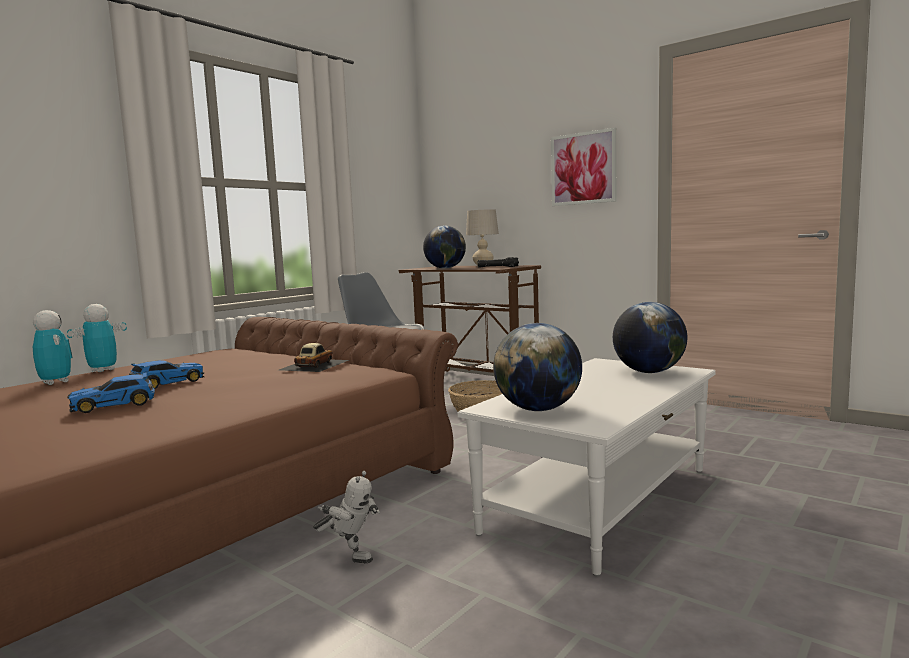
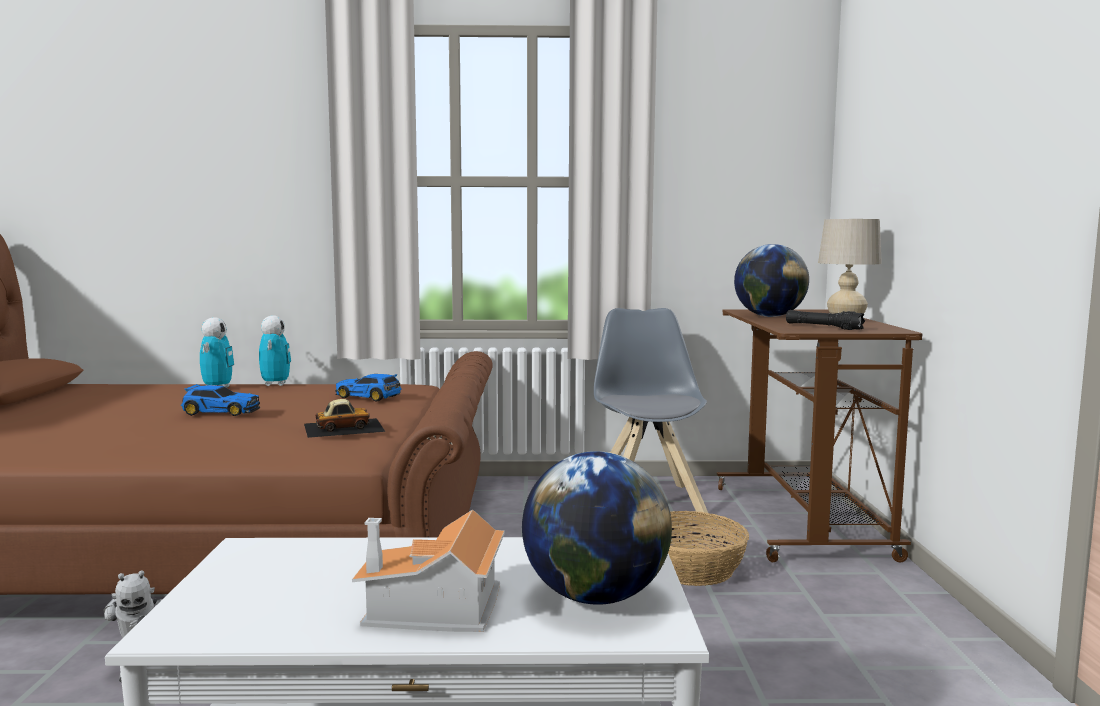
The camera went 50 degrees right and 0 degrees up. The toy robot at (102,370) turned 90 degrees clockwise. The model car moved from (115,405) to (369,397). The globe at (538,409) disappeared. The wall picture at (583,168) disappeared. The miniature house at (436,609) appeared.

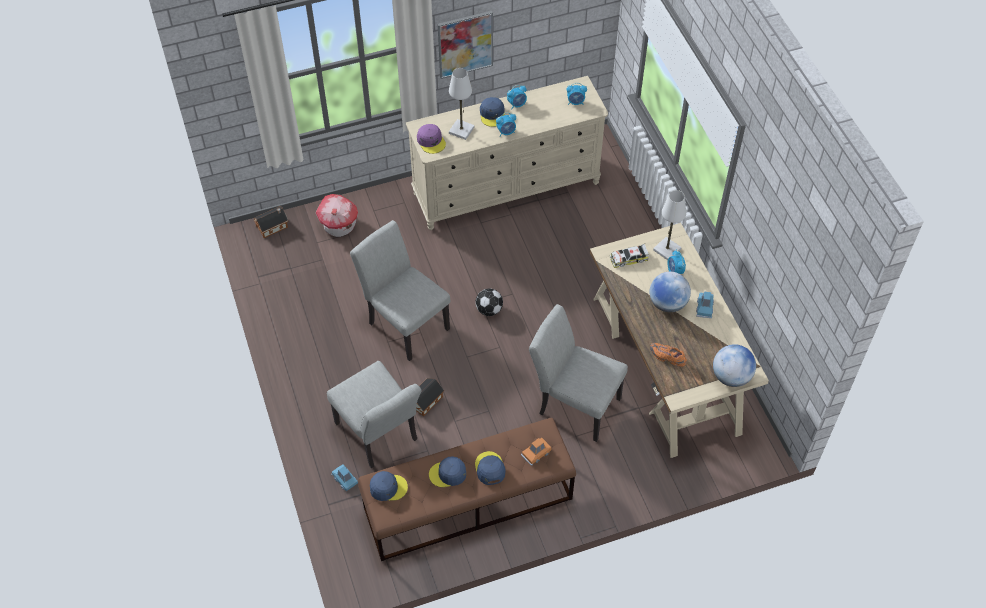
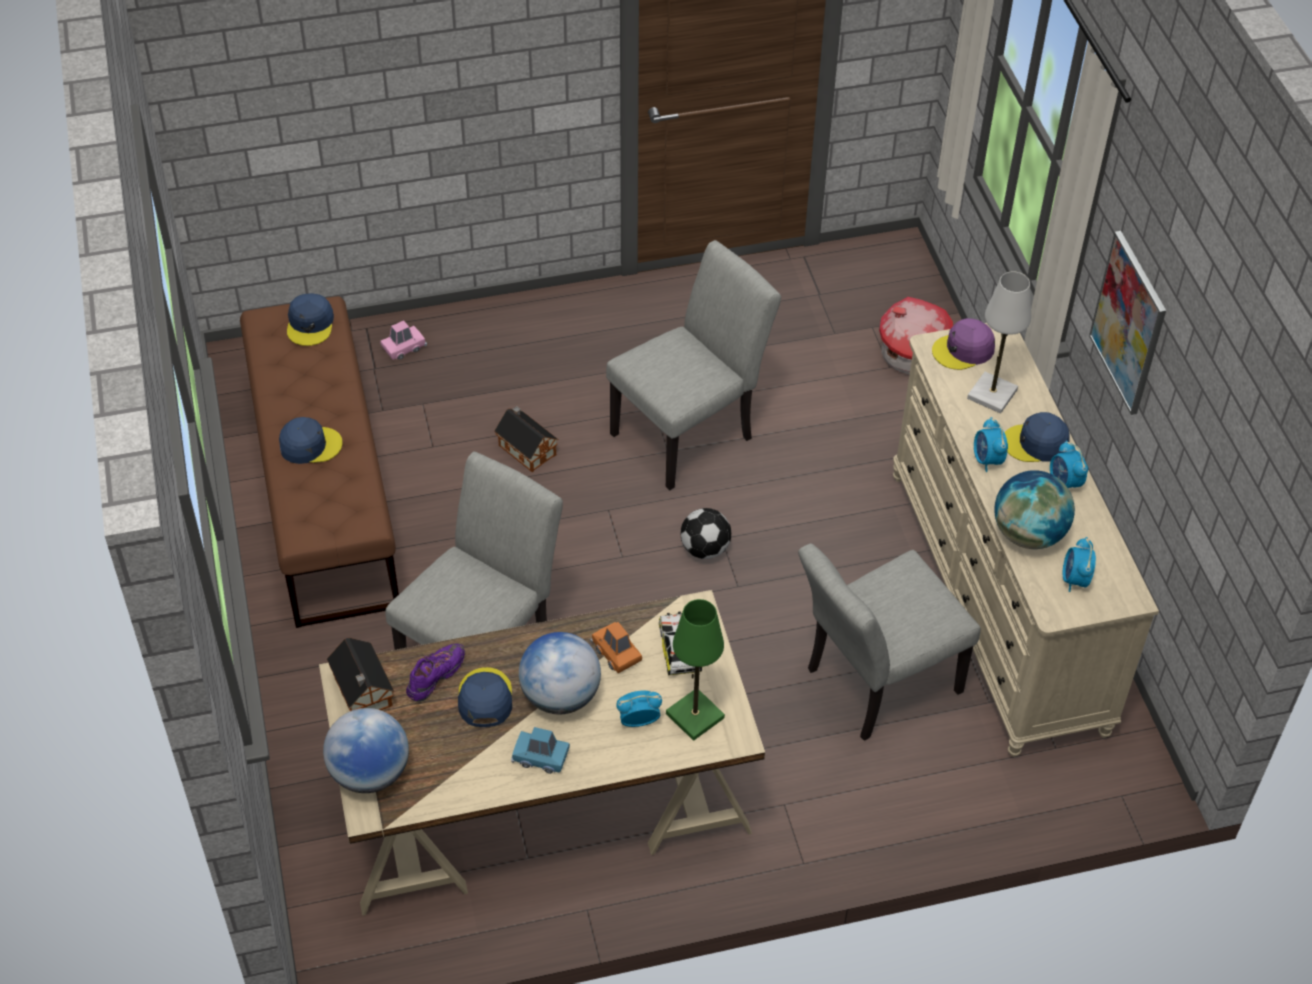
The camera went 95 degrees right and 5 degrees down. The miniature house moved from (273,226) to (363,692). The grey chair moved from (380,436) to (873,684). The blue-coloured model car at (345,479) became the pink-coloured model car at (404,347). The blue-coloured cap moved from (448,474) to (484,699). The orange model car moved from (536,453) to (616,652). The orange low shoe at (667,357) became the purple-coloured low shoe at (435,677). The white-coloured table lamp at (667,250) became the green table lamp at (694,716). The globe at (1028,534) appeared.

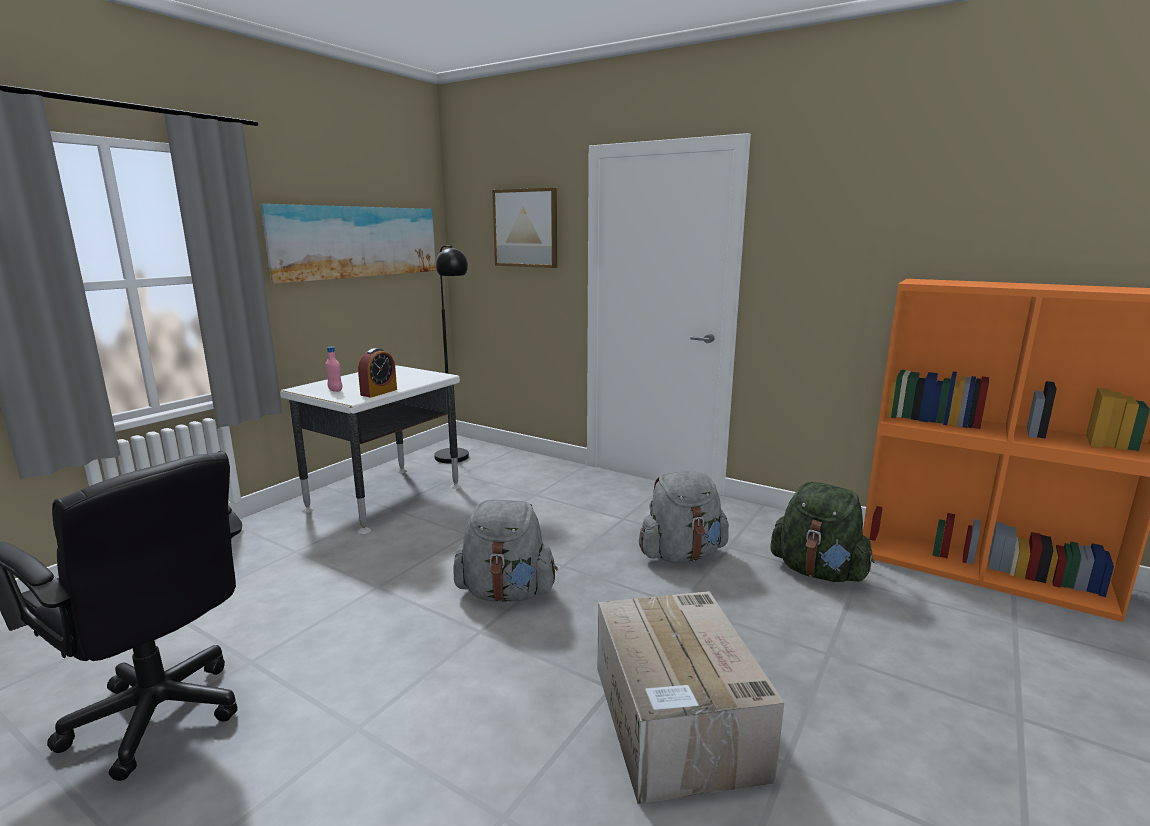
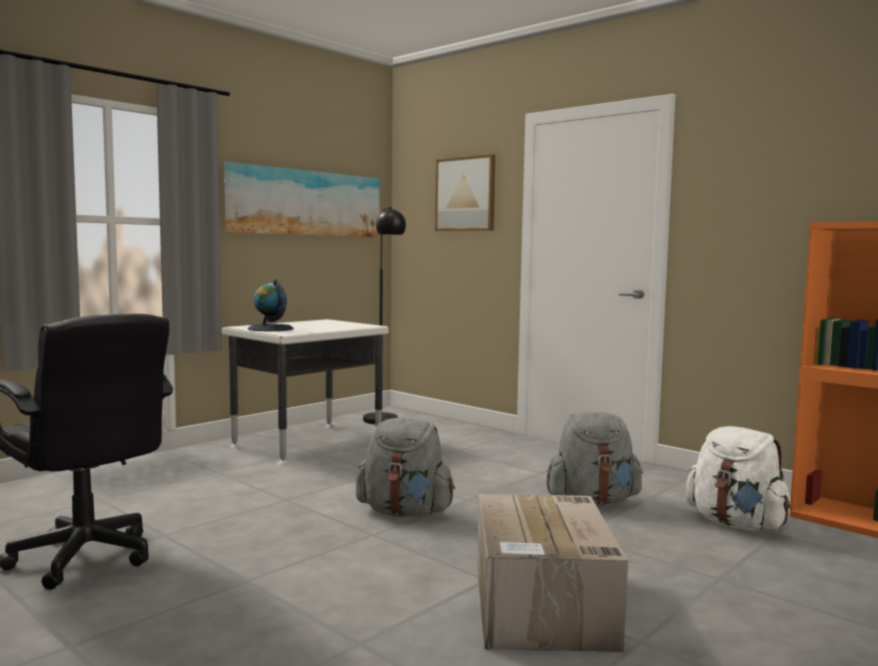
The camera went 10 degrees right and 10 degrees down. The pink-coloured drink bottle at (335,390) was replaced by the globe at (270,328). The table clock at (379,392) disappeared. The green backpack at (818,572) became the white-coloured backpack at (736,524).

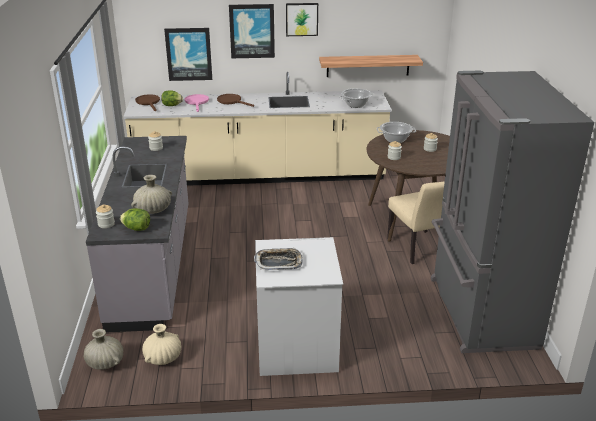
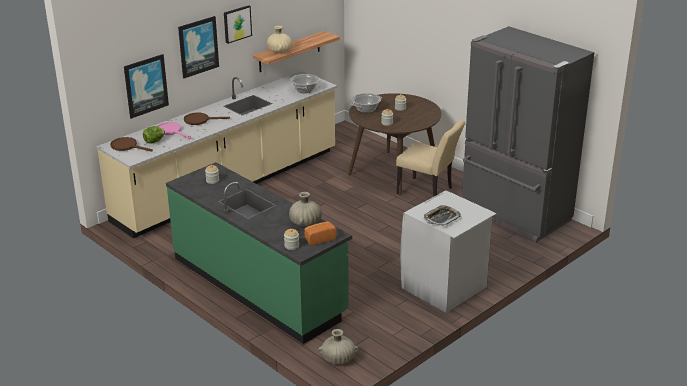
The camera went 40 degrees left and 0 degrees up. The grey counter at (153,264) became the green counter at (259,286). The head of lettuce at (137,229) was replaced by the baked bread at (319,239). The beige decorative vase moved from (163,358) to (279,51).

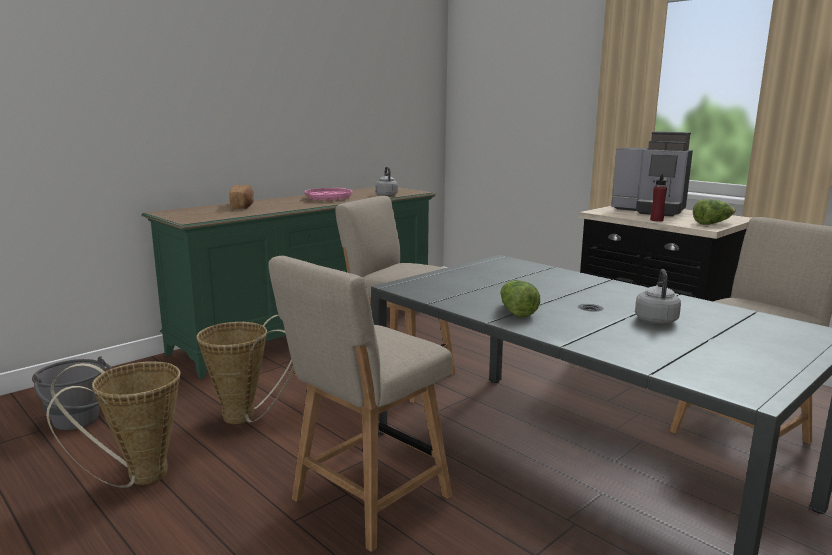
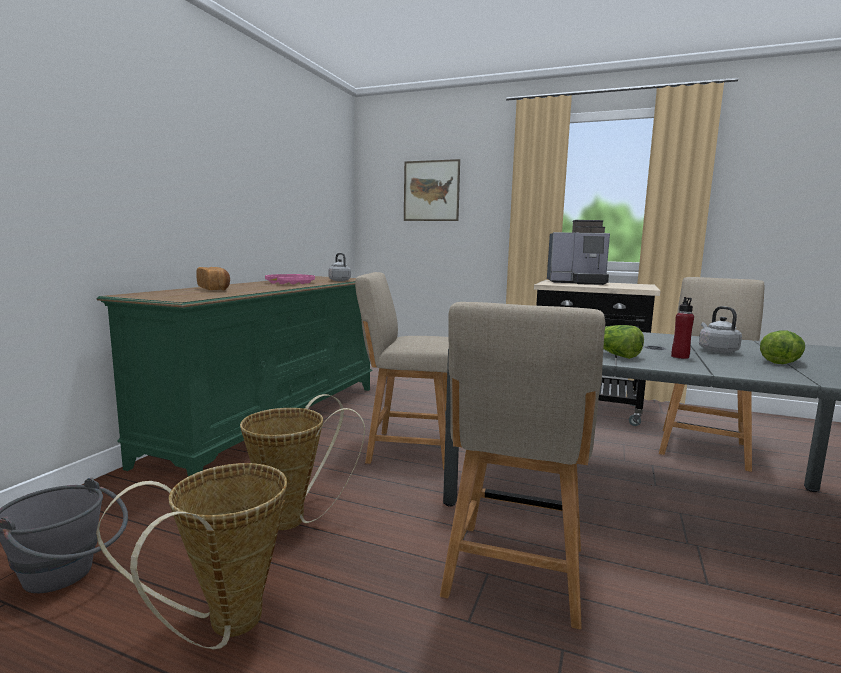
The camera went 25 degrees left and 5 degrees down. The red drink bottle moved from (656,220) to (680,357). The head of lettuce moved from (712,223) to (780,361). The wall picture at (431,191) appeared.

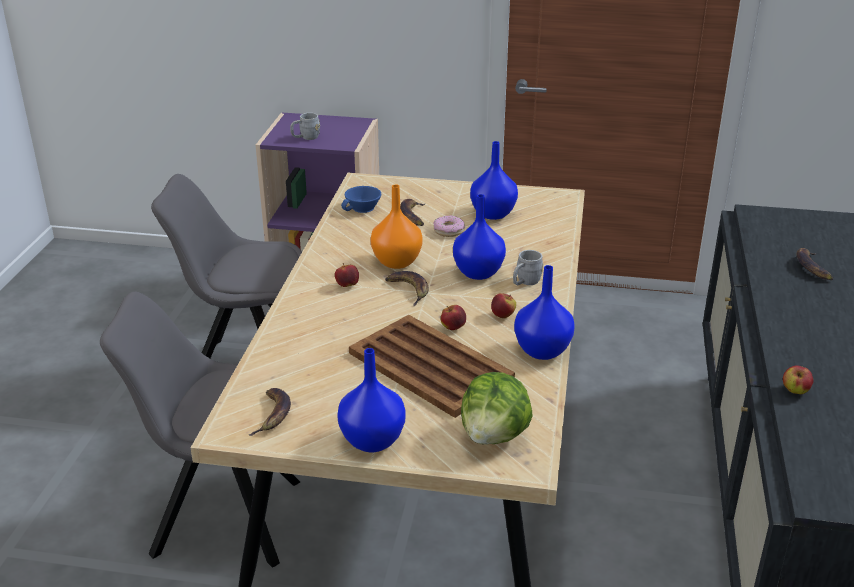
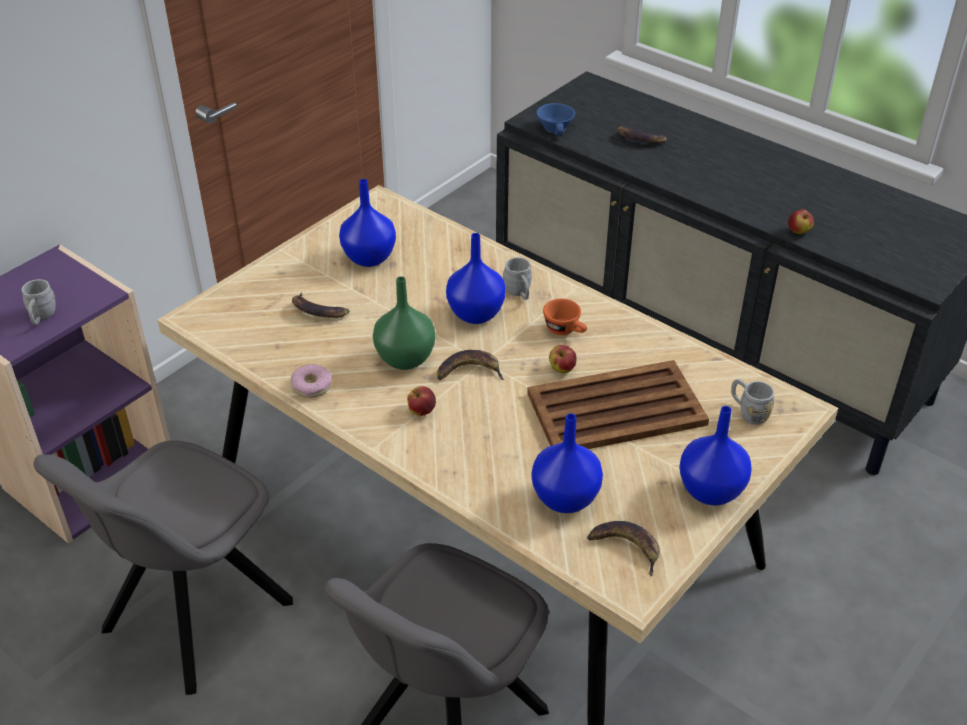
The camera went 60 degrees left and 10 degrees up. The blue-coloured drinking cup moved from (363,209) to (556,128). The orange decorative vase at (396,261) became the green decorative vase at (404,359). The doughnut moved from (449,231) to (311,386). The head of lettuce at (494,435) was replaced by the grey mug at (748,412). The apple fruit at (503,315) was replaced by the orange drinking cup at (565,330). The blue-coloured decorative vase moved from (543,350) to (564,497).

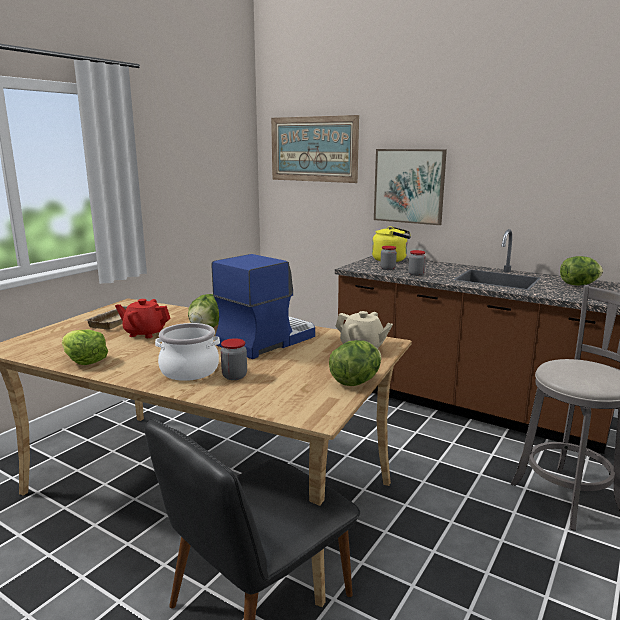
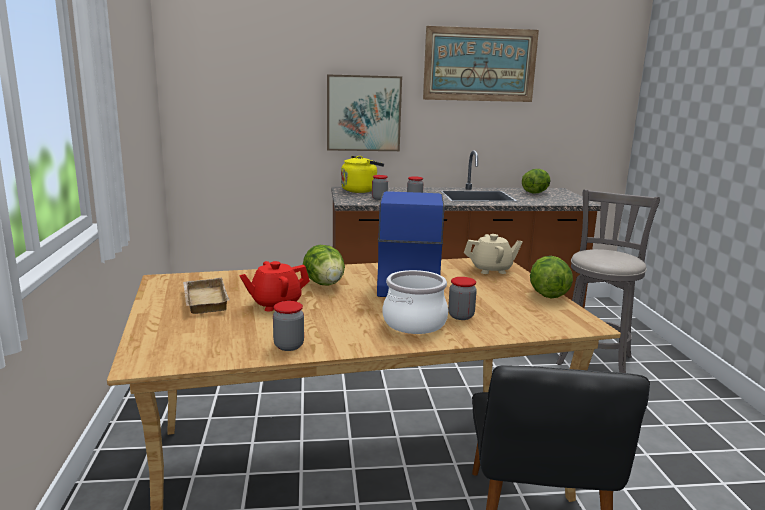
The camera went 40 degrees left and 0 degrees up. The head of lettuce at (84,361) was replaced by the preserve jar at (289,346). The wall picture moved from (313,149) to (480,64).

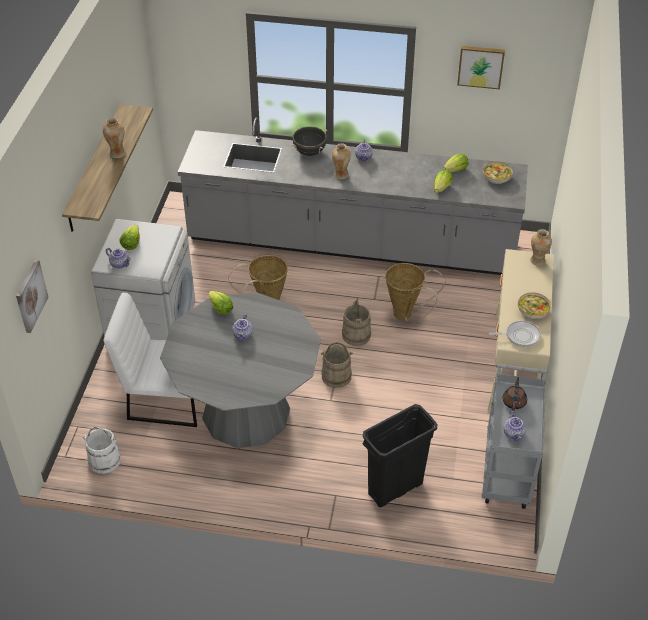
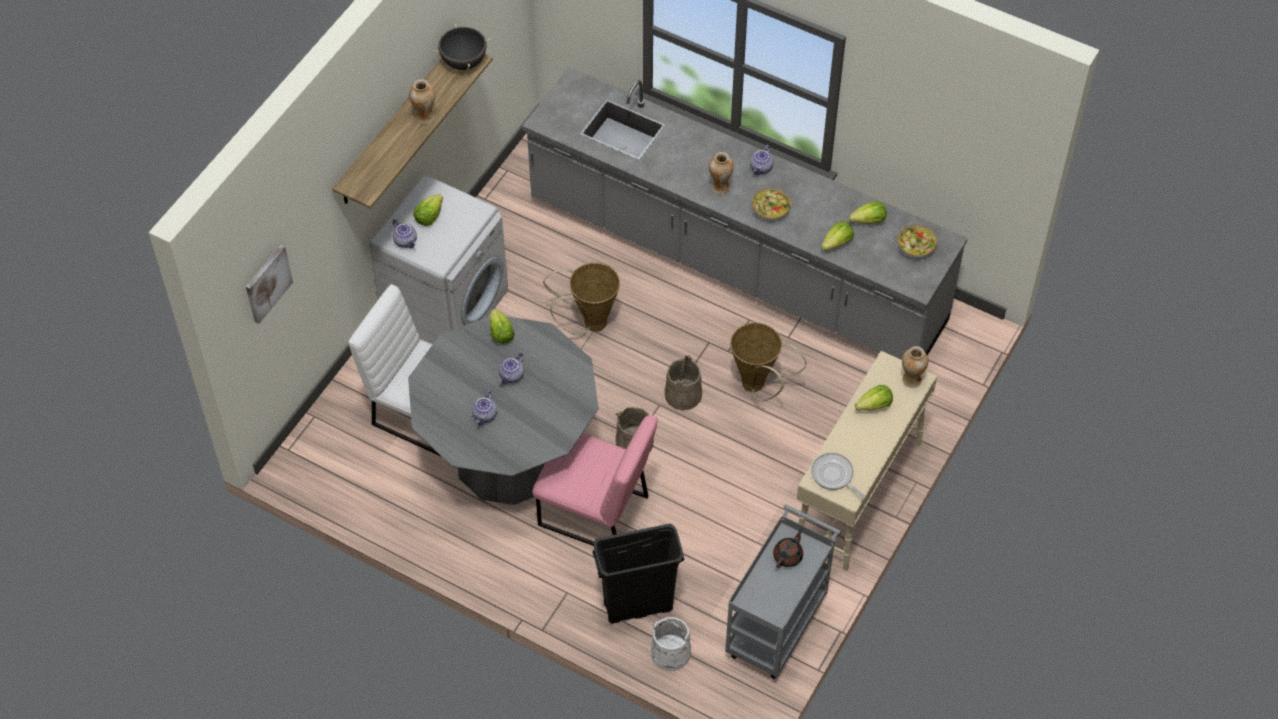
The camera went 20 degrees right and 10 degrees up. The white-coloured pail moved from (104,460) to (670,652). The black stockpot moved from (309,152) to (464,62). The wall picture at (480,66) disappeared. The pan at (520,336) turned 150 degrees counterclockwise. The pot for tea moved from (514,433) to (485,415). The bowl moved from (533,311) to (770,210). The pink-coloured chair at (596,512) appeared. The head of lettuce at (874,406) appeared.

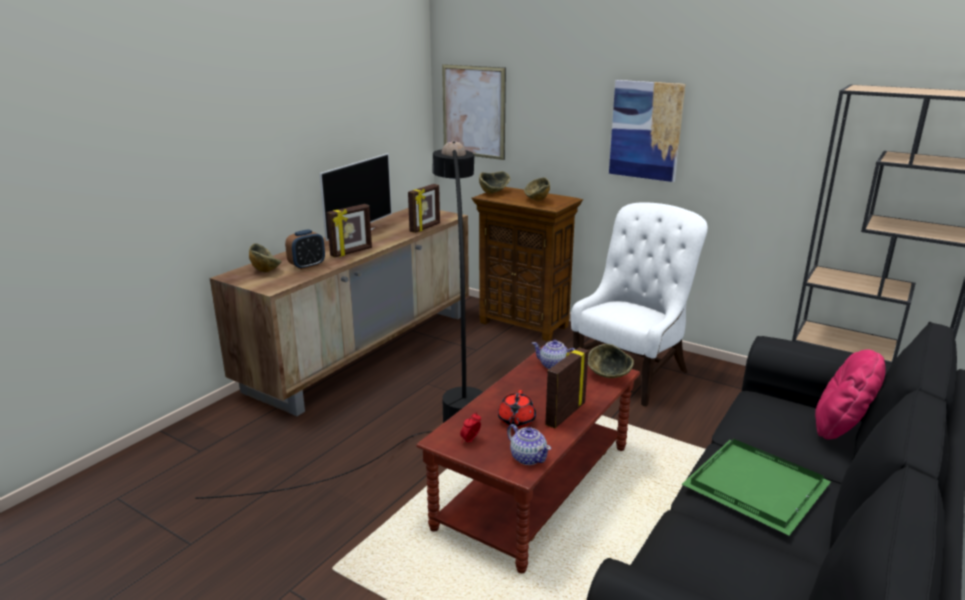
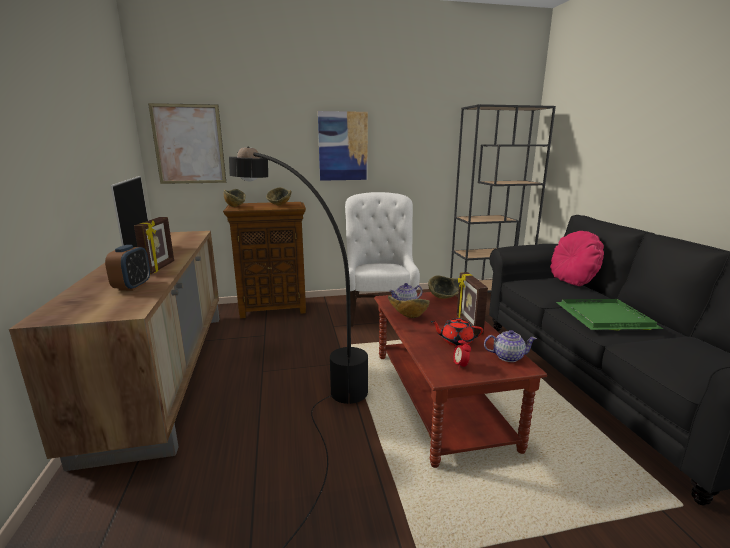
The camera went 45 degrees left and 5 degrees down. The bowl moved from (265,270) to (408,316). The standing frame at (425,228) disappeared. The red pot for tea at (516,421) turned 135 degrees clockwise.

